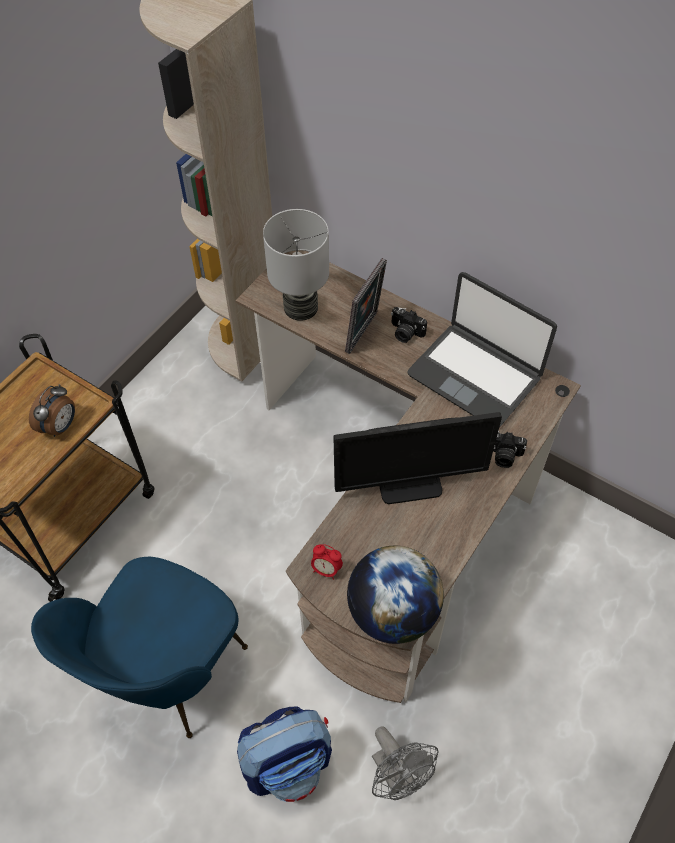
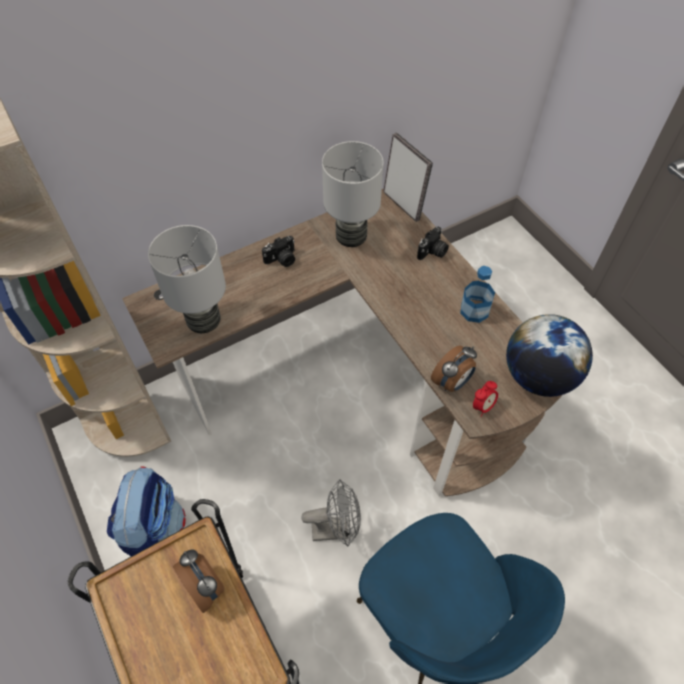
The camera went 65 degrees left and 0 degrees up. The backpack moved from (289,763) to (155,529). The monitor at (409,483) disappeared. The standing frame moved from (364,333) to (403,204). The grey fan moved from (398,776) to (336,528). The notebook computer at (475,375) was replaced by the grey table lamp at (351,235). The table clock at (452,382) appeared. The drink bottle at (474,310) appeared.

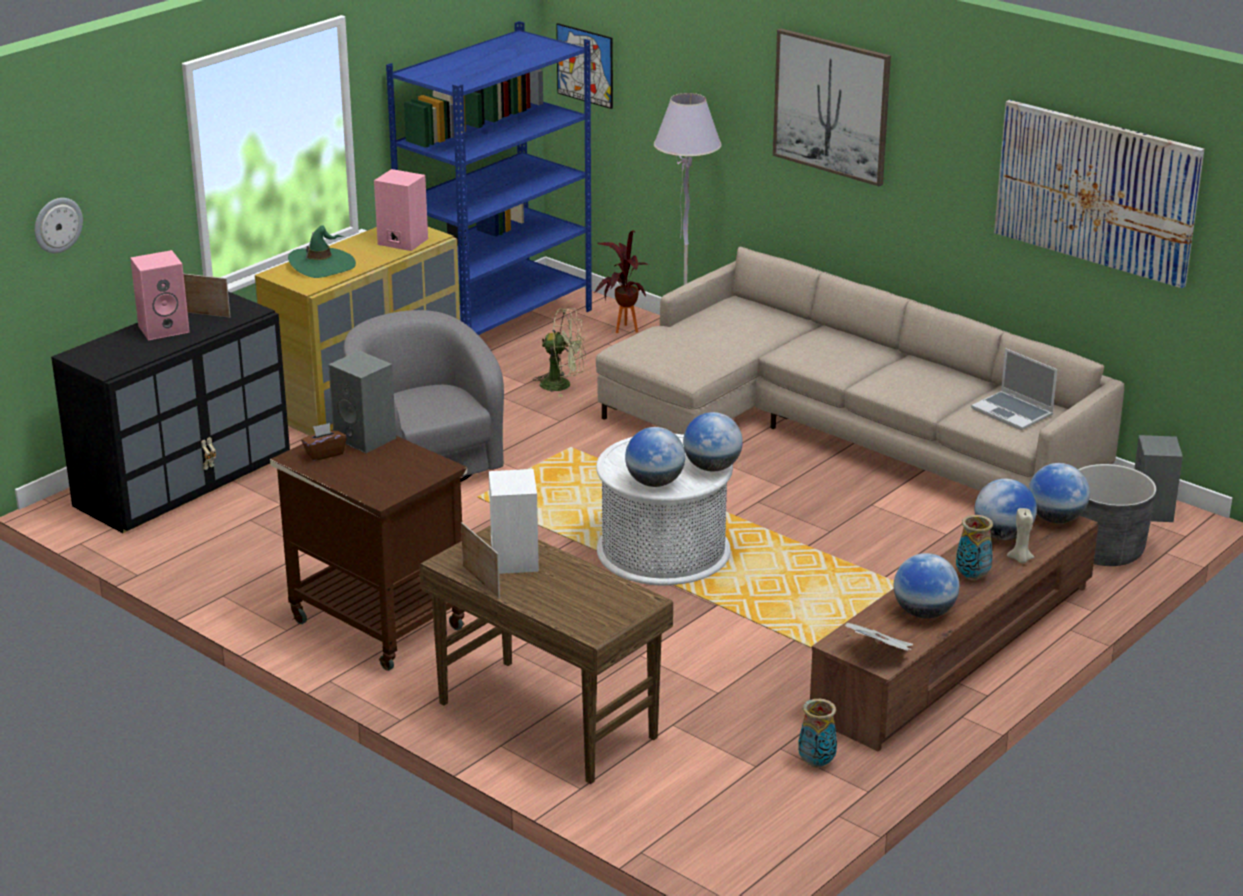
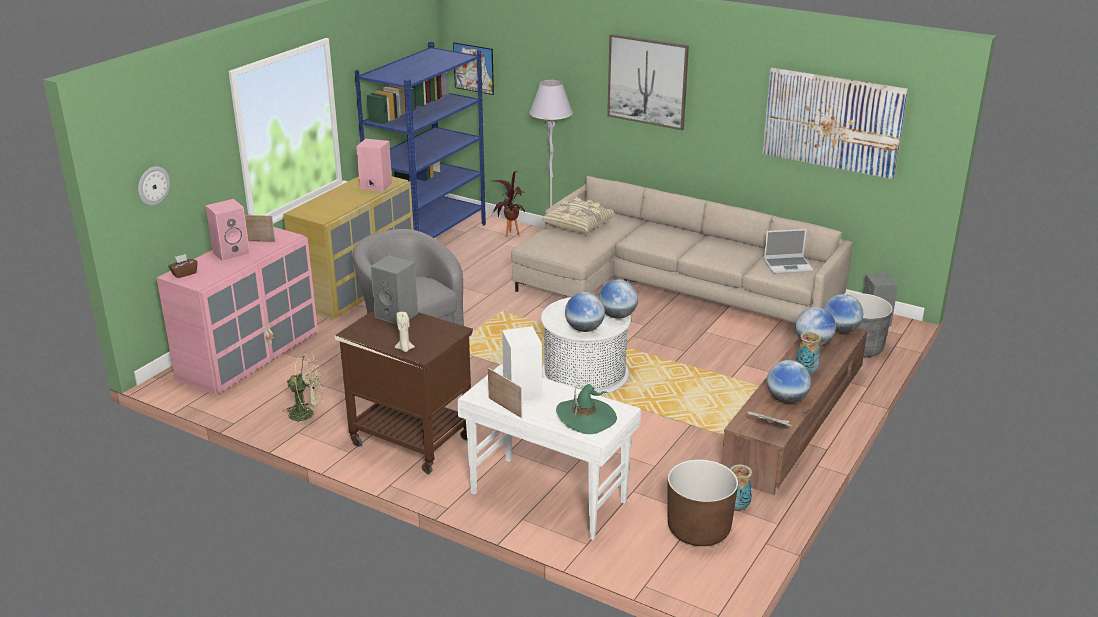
The camera went 10 degrees left and 0 degrees up. The black cupboard at (185,481) became the pink-coloured cupboard at (250,355). The green hat moved from (322,265) to (586,417). The brownish box of tissues moved from (324,454) to (184,273). The brownish console table at (545,721) became the white-coloured console table at (547,498). The green fan moved from (562,385) to (307,414). The notebook computer at (1013,412) turned 45 degrees counterclockwise. The beige wax candle moved from (1020,559) to (404,349). The beige pillow at (578,226) appeared. The brownish plant pot at (698,529) appeared.

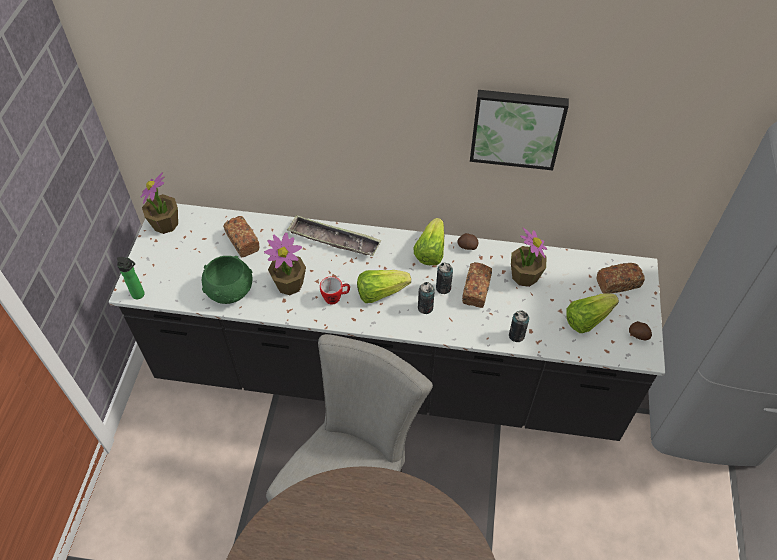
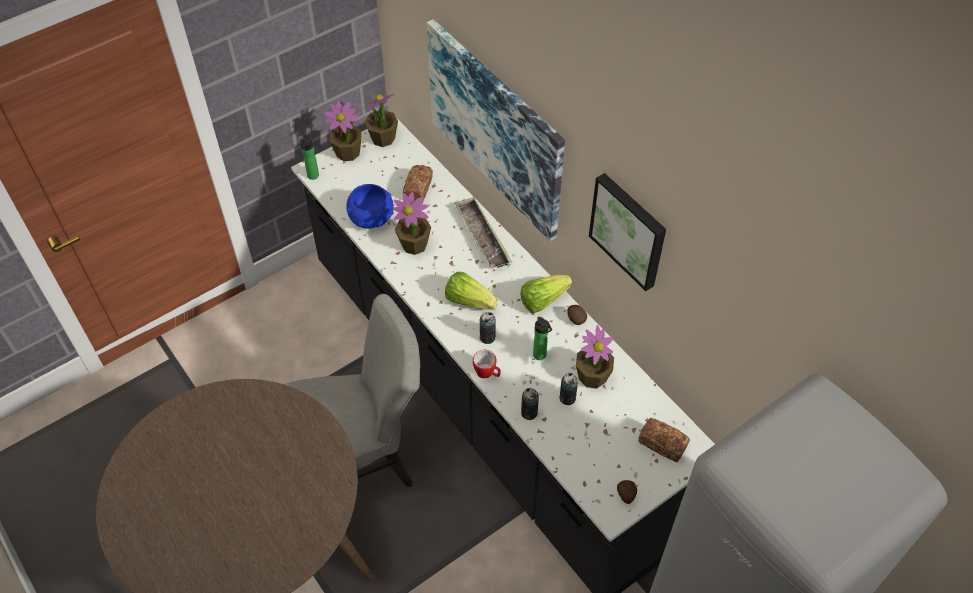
The camera went 45 degrees right and 0 degrees up. The green bowl at (230,290) became the blue-coloured bowl at (371,218). The mug moved from (336,297) to (487,373). The metal can moved from (443,288) to (567,398). The baked bread at (476,290) was replaced by the drink bottle at (540,356). The head of lettuce at (587,319) disappeared. The plant in a pot at (348,152) appeared. The wall picture at (496,128) appeared.

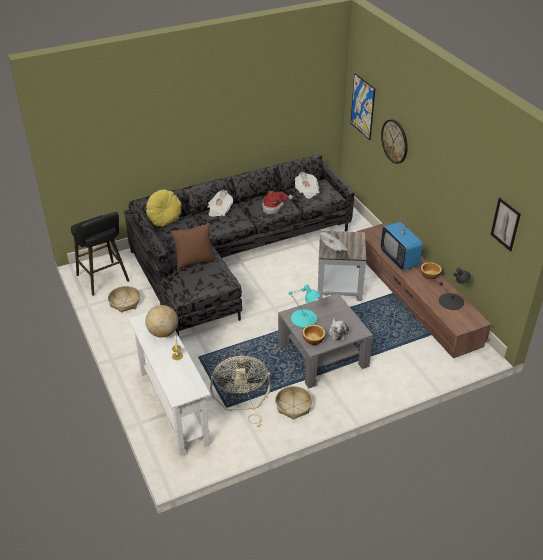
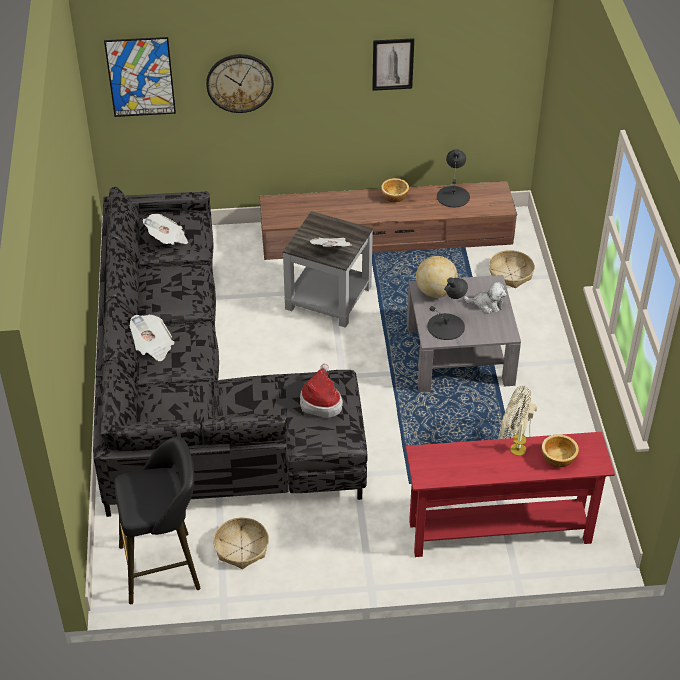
The camera went 70 degrees left and 5 degrees up. The white-coloured console table at (173,407) became the red console table at (499,533). The globe moved from (163,332) to (435,292). The yellowish pillow at (165,221) disappeared. The brownish pillow at (194,261) disappeared. The hat moved from (274,207) to (321,401). The basket moved from (293,406) to (510,274). The turquoise table lamp at (304,318) became the black table lamp at (446,326). The bowl moved from (313,339) to (557,458). The television at (399,259) disappeared. The wall picture moved from (505,224) to (392,64).

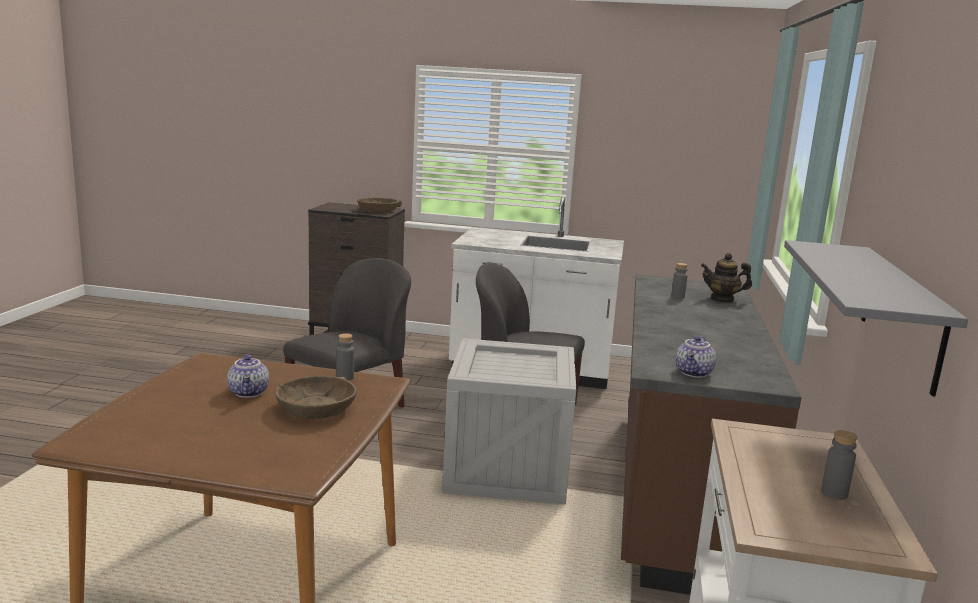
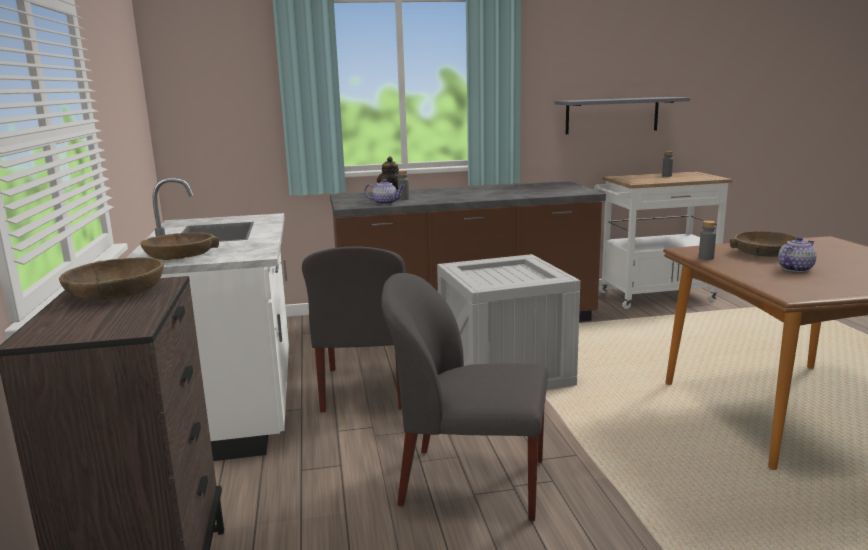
The camera went 110 degrees left and 0 degrees up. The pot for tea moved from (694,373) to (385,203). The brownish bowl at (180,255) appeared.

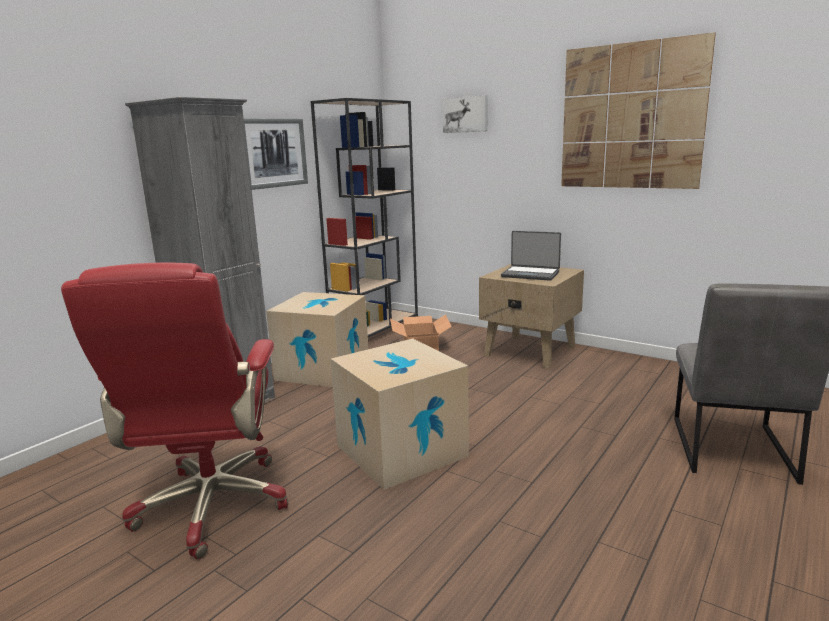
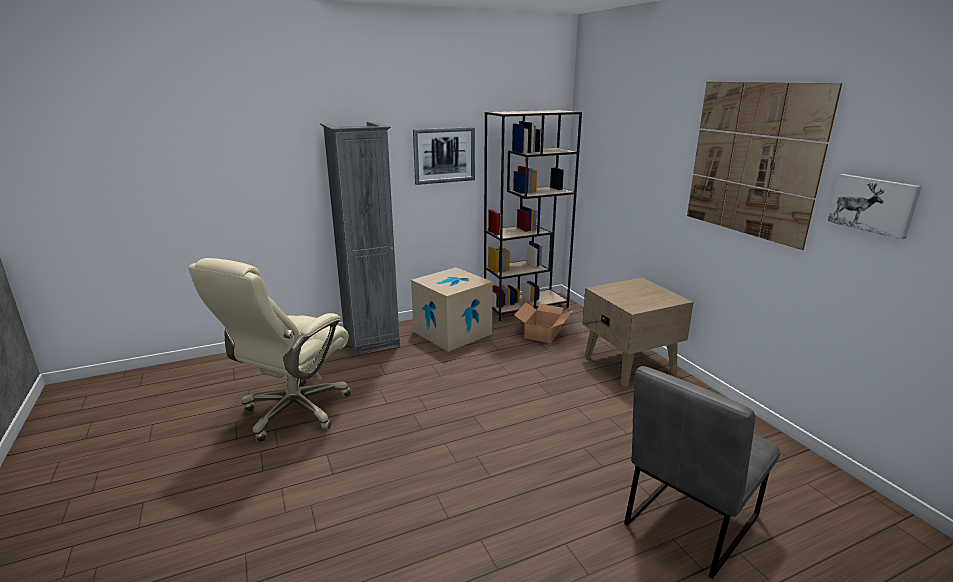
The camera went 30 degrees right and 5 degrees up. The red computer chair at (210,509) became the beige computer chair at (292,413). The carton at (401,450) disappeared. The wall picture moved from (465,114) to (873,204). The notebook computer at (530,274) disappeared.

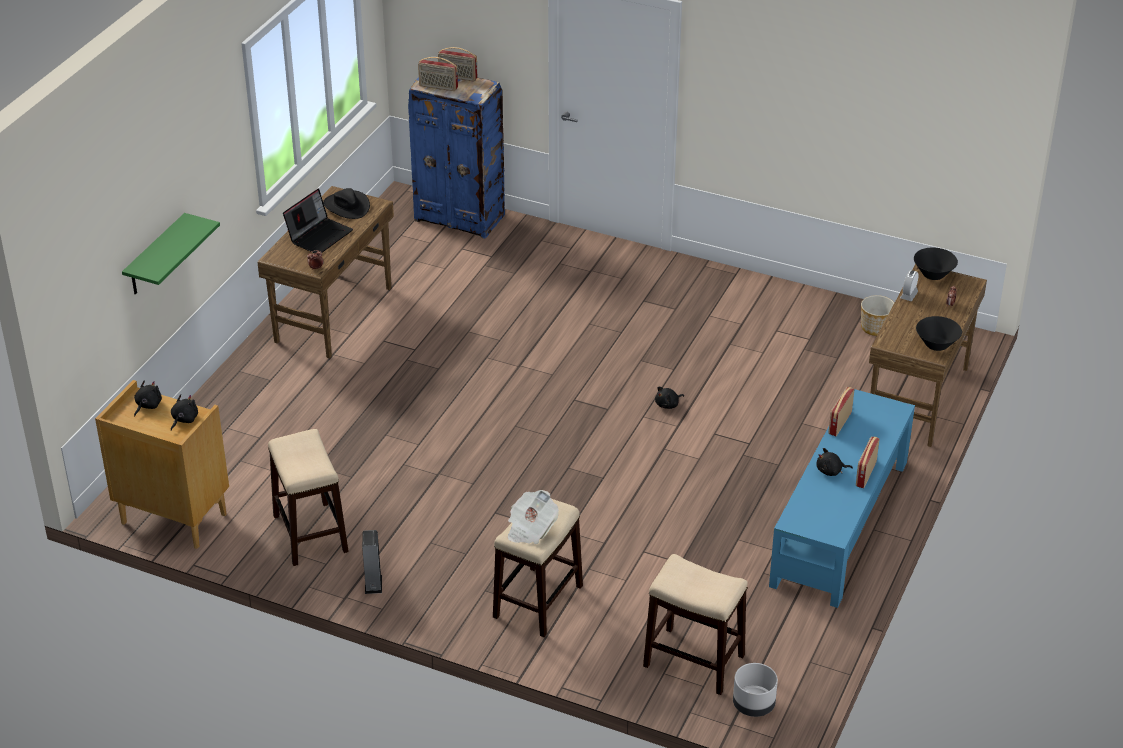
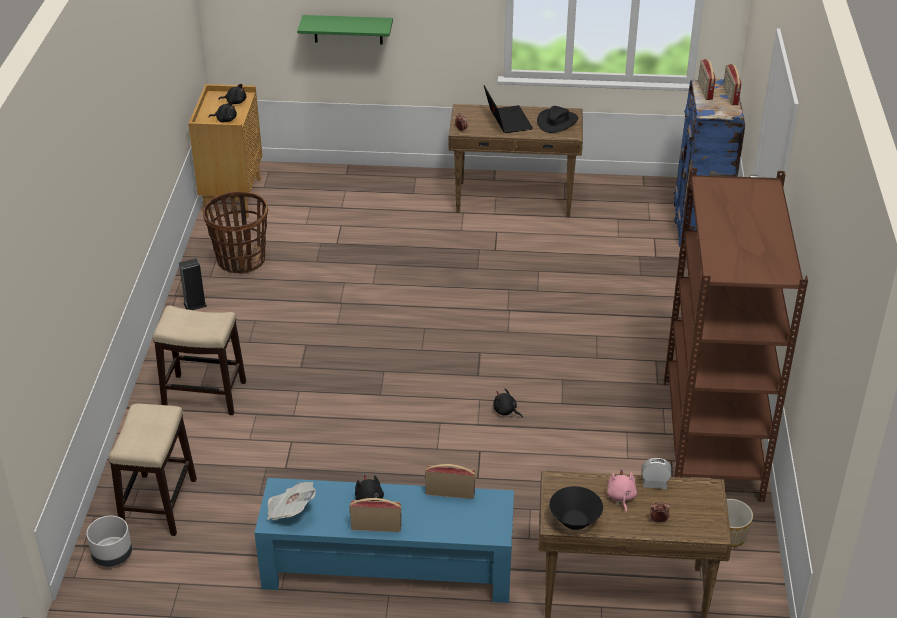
The camera went 70 degrees right and 0 degrees up. The stool at (310,534) was replaced by the basket at (241,260). The notebook computer at (319,235) turned 120 degrees counterclockwise. The printed paper moved from (530,529) to (290,510). The black bowl at (933,274) disappeared. The pink-coloured plush toy at (621,497) appeared. The brownish shelving unit at (711,438) appeared.

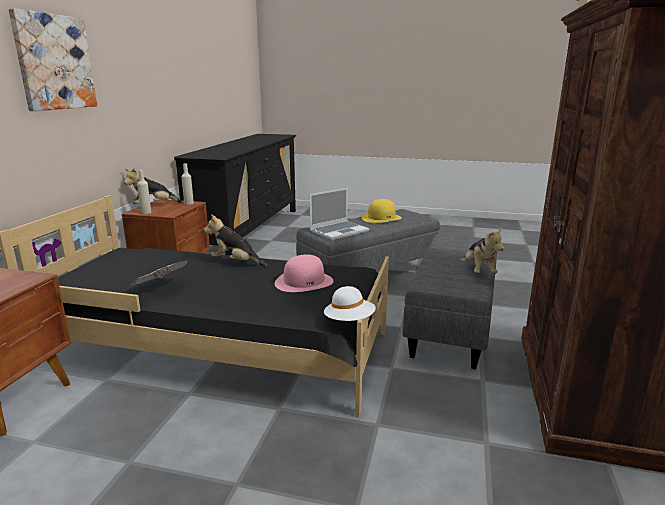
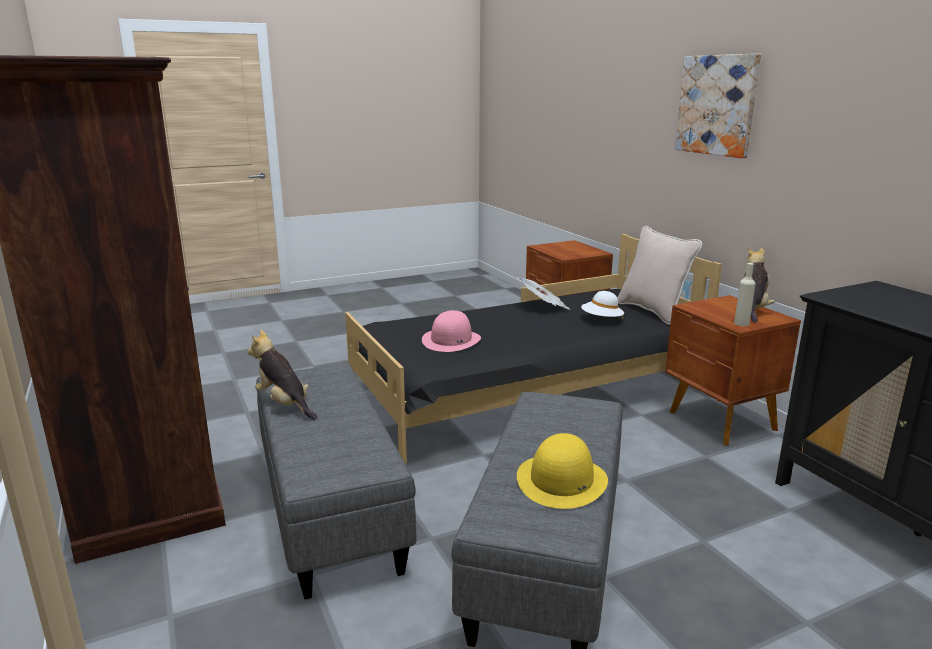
The camera went 140 degrees right and 0 degrees up. The beige drink bottle at (146,212) disappeared. The plush toy at (236,262) disappeared. The notebook computer at (339,231) disappeared. The white-coloured hat moved from (349,321) to (601,320). The beige pillow at (653,311) appeared.

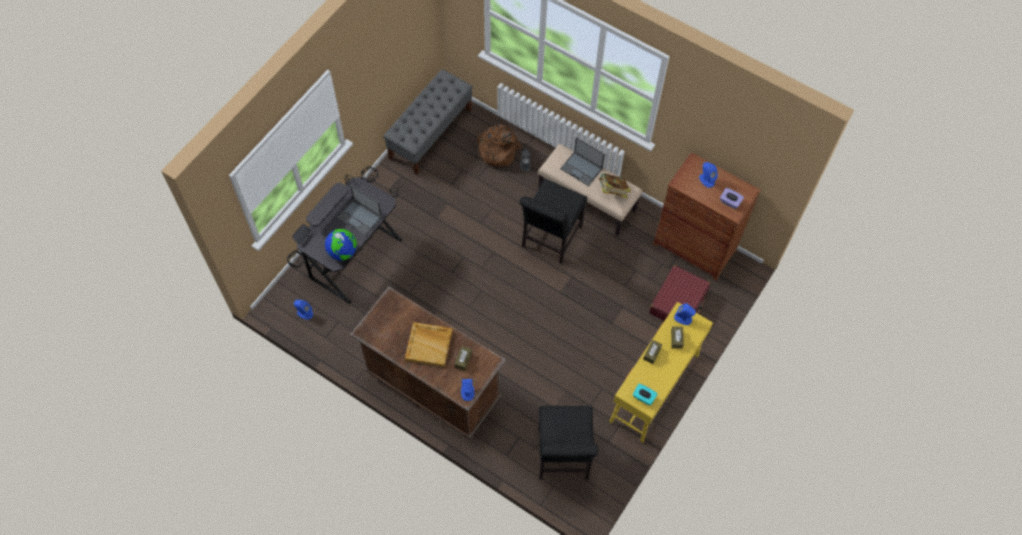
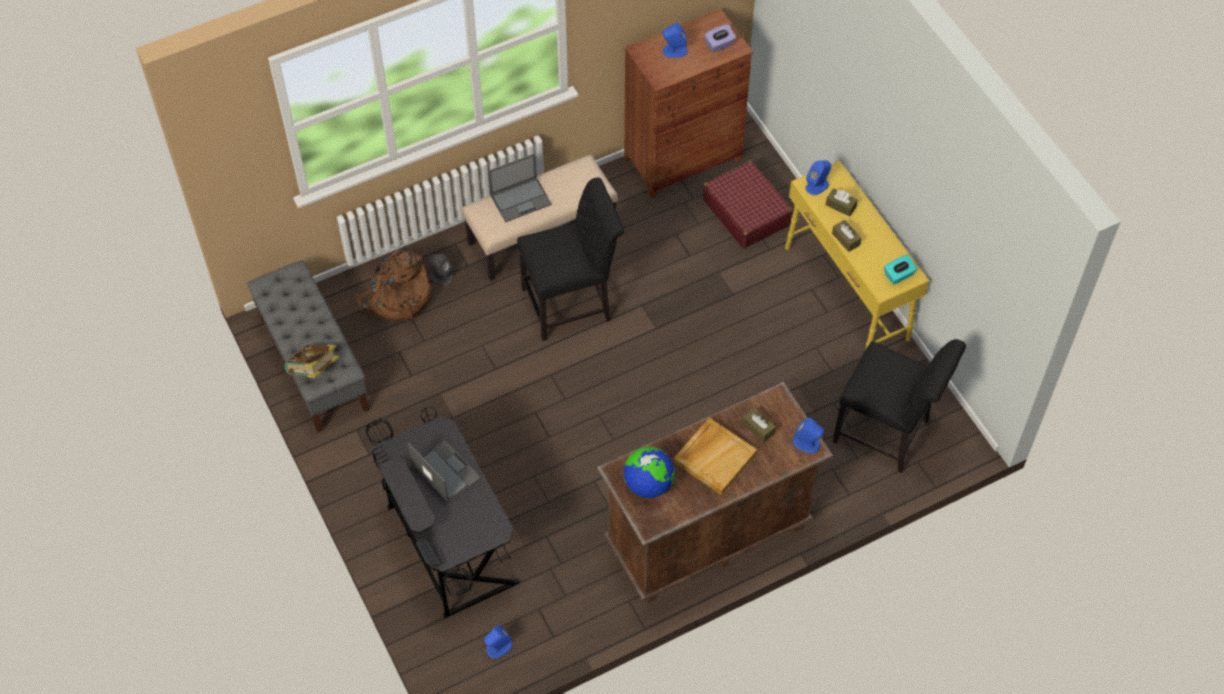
The camera went 60 degrees left and 5 degrees down. The globe moved from (342,252) to (648,484). The notebook computer at (360,217) turned 105 degrees counterclockwise. The black chair at (549,240) turned 75 degrees counterclockwise. The bound book moved from (612,191) to (313,370).

